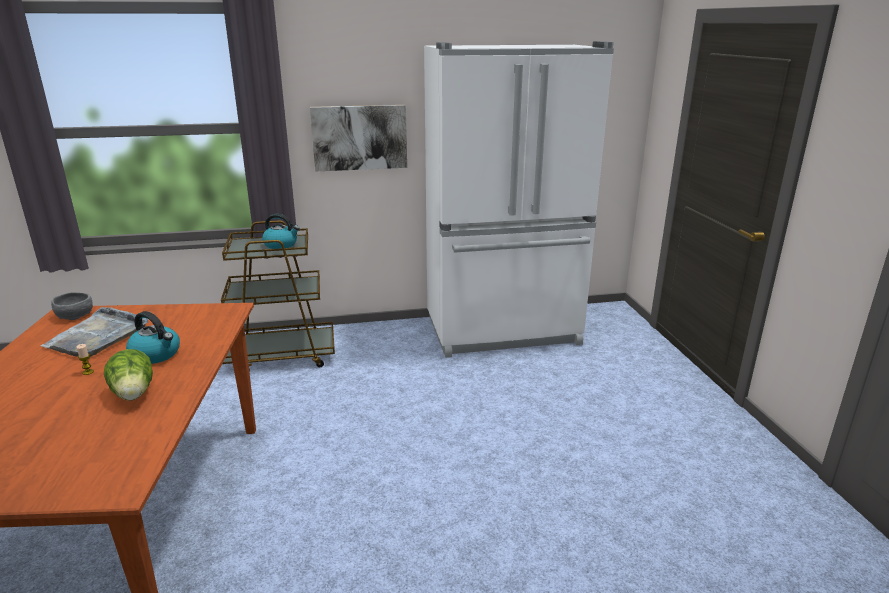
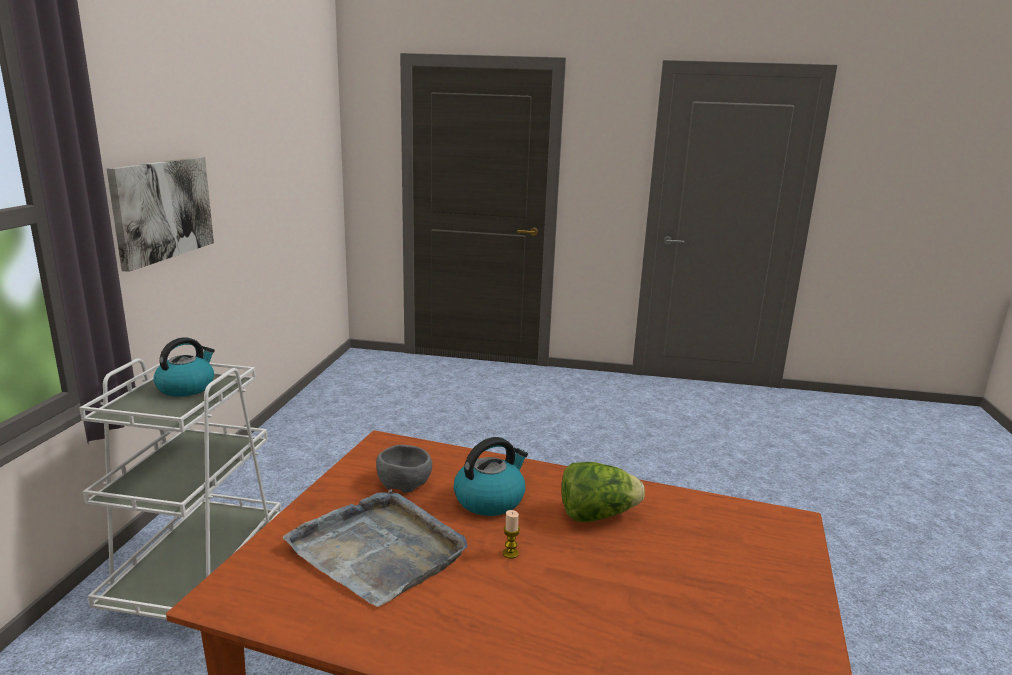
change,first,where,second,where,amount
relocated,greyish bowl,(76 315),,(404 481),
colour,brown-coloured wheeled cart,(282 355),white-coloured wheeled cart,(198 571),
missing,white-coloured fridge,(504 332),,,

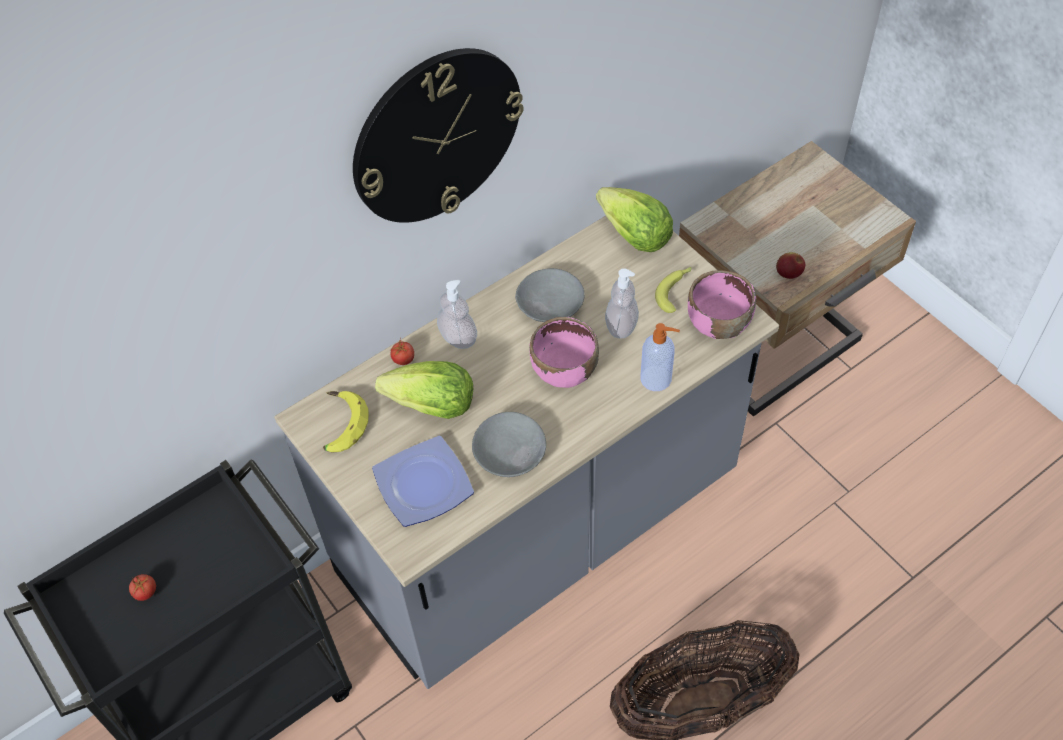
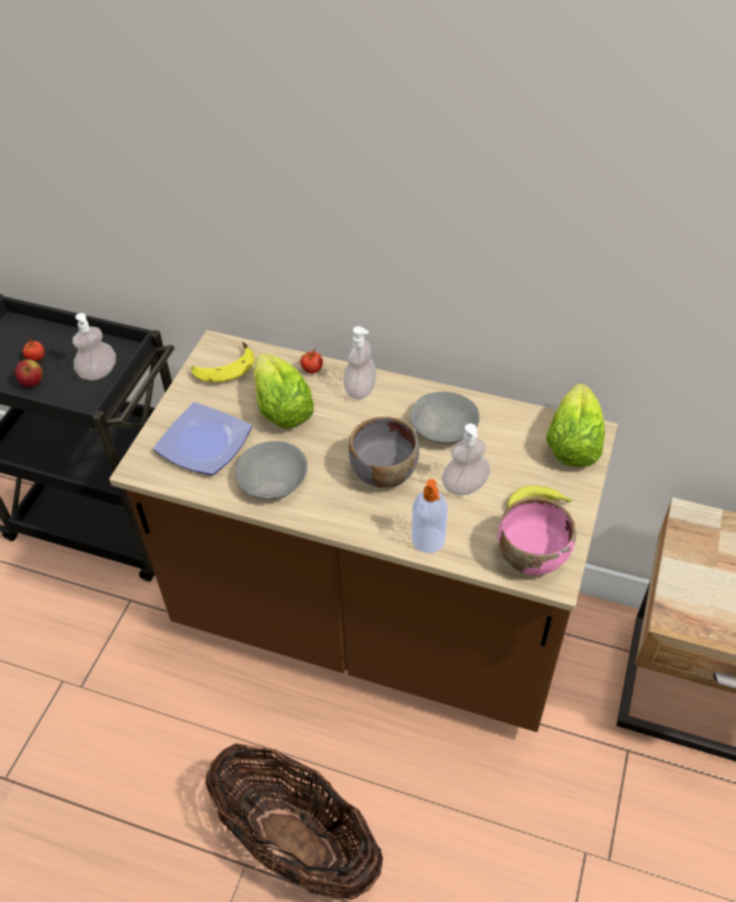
change,first,where,second,where,amount
colour,greyish kitchen base unit,(539 530),brown-coloured kitchen base unit,(372 623),
missing,hanging clock,(436 136),,,
colour,pink-coloured bowl,(564 371),greyish bowl,(383 472),
relocated,whole apple,(788 274),,(32 382),
appeared,,,soap bottle,(98 372),

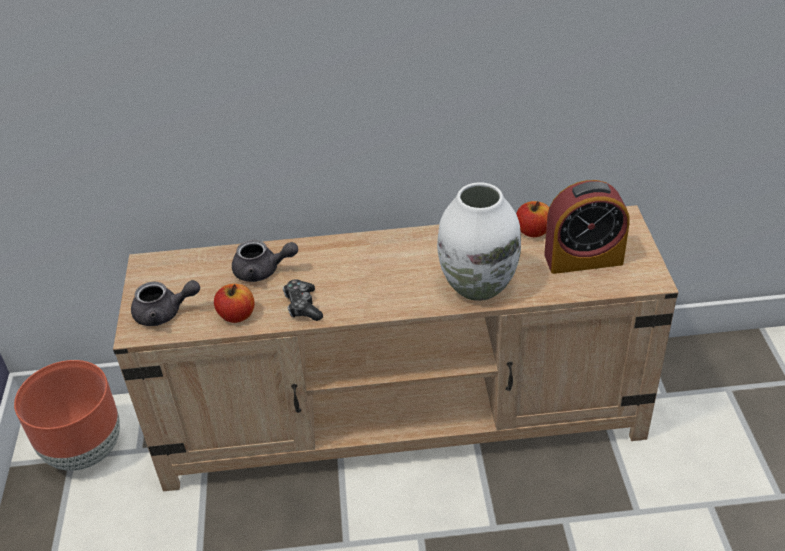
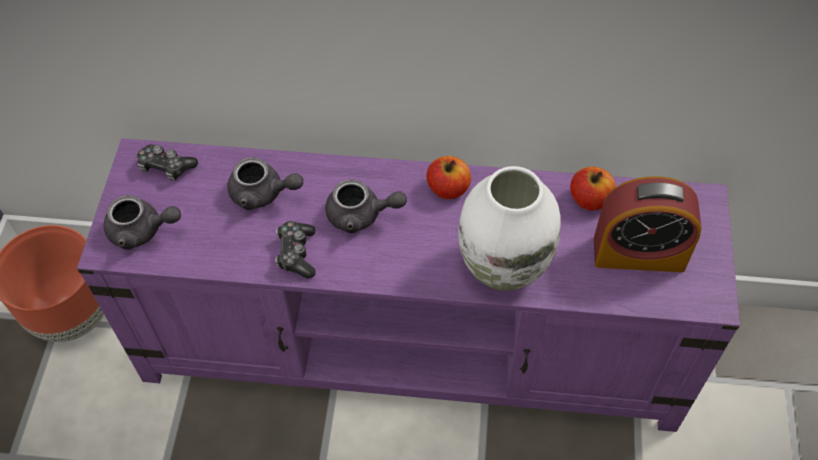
change,first,where,second,where,amount
colour,sand-coloured tv unit,(403 417),purple-coloured tv unit,(413 345),
relocated,whole apple,(237 315),,(448 188),
appeared,,,game controller,(166 167),
appeared,,,greyish teapot,(361 215),

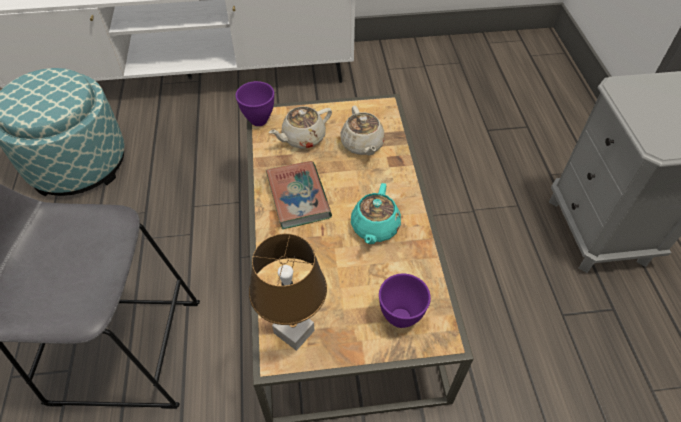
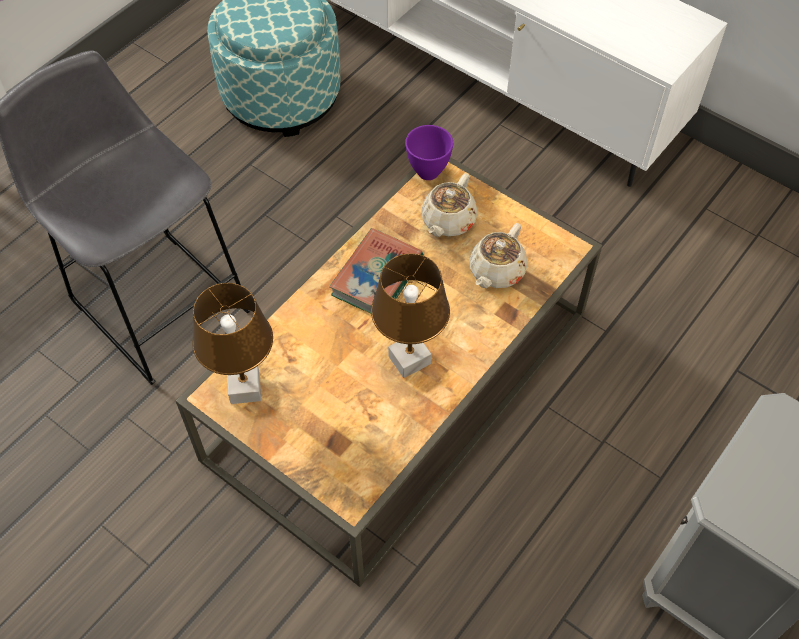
change,first,where,second,where,amount
spun,sand-coloured teapot,(302 138),,(447 221),75 degrees counterclockwise
exchanged,turquoise teapot,(374 227),brown-coloured lamp for a table,(409 359),
missing,purple-coloured bowl,(401 317),,,

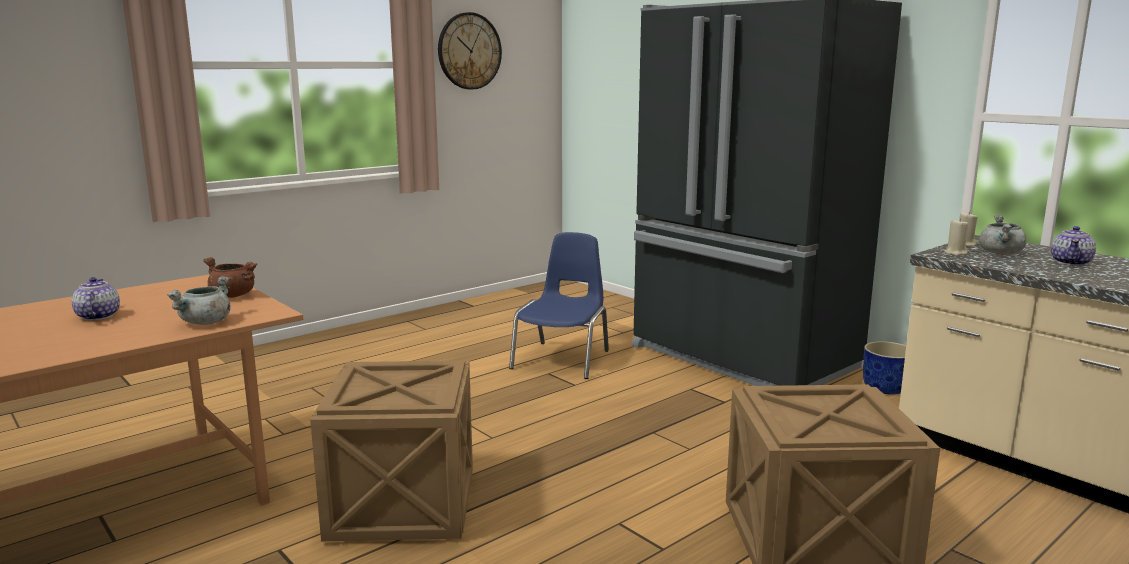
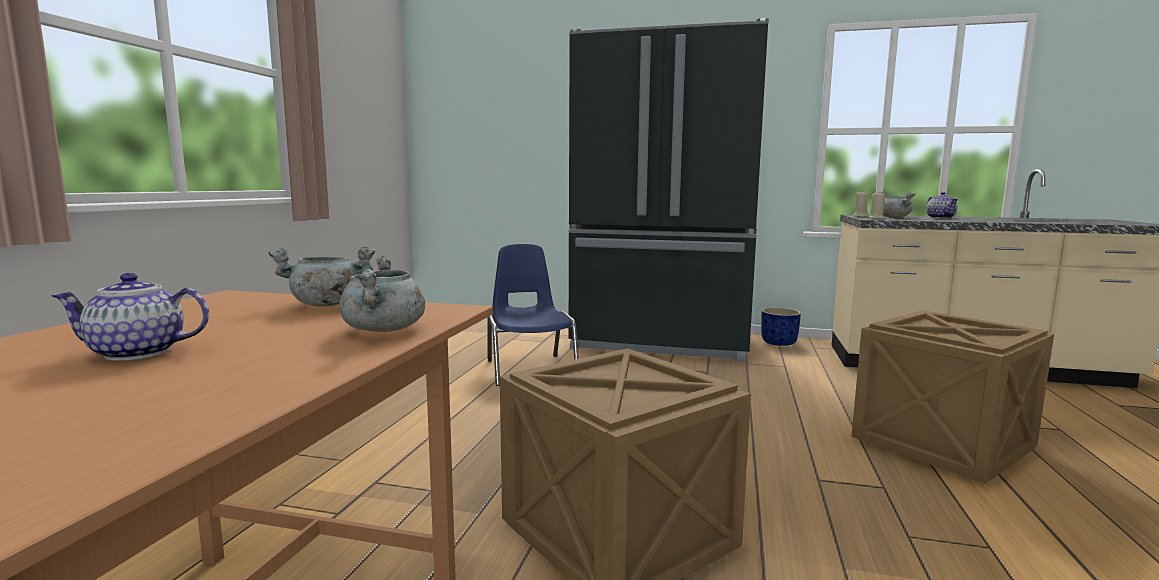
change,first,where,second,where,amount
spun,teapot,(97 316),,(138 353),45 degrees counterclockwise
colour,brown-coloured saucepot,(232 296),greyish saucepot,(326 305),
missing,hanging clock,(469 51),,,

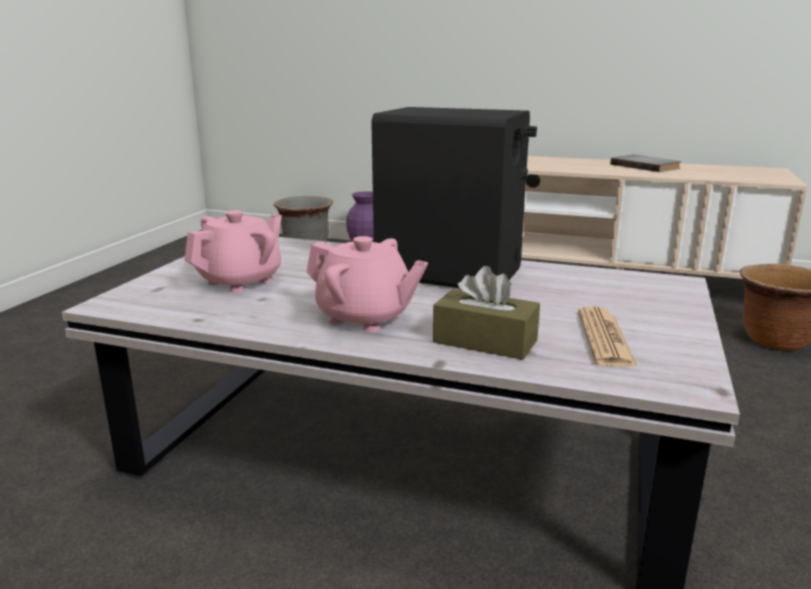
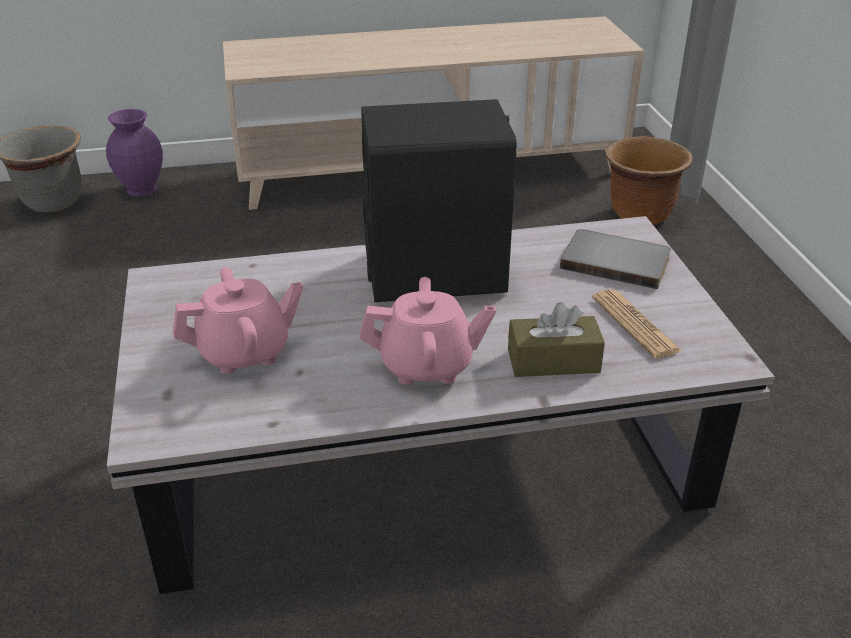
change,first,where,second,where,amount
spun,pink-coloured teapot,(241 281),,(245 352),60 degrees clockwise
relocated,greyish bound book,(646 166),,(616 261),

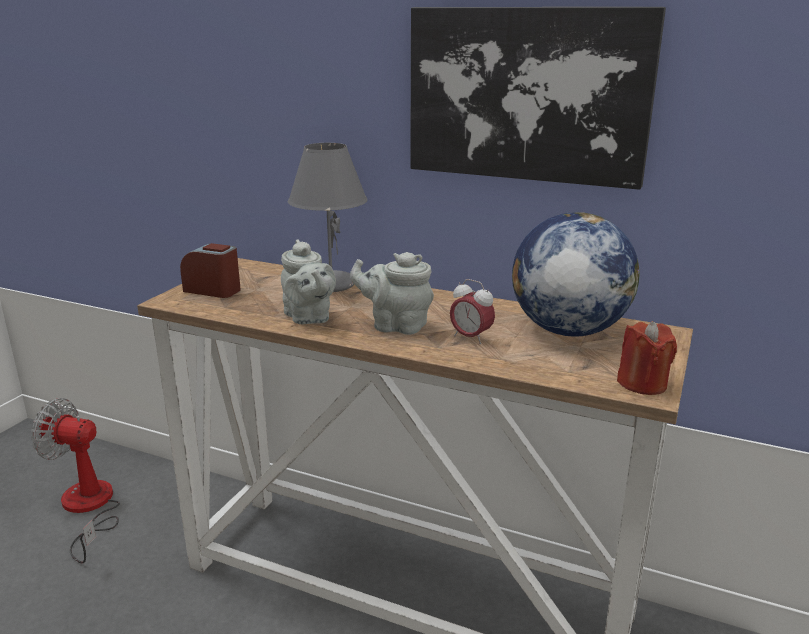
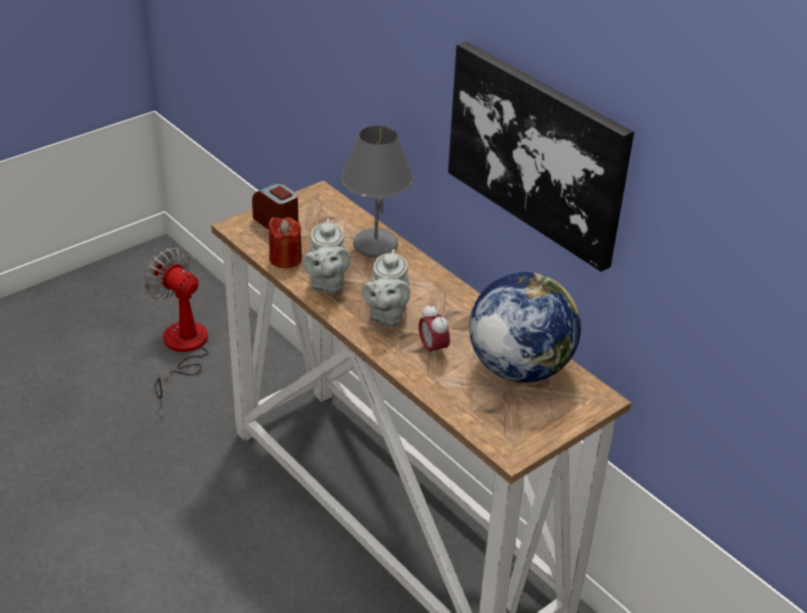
change,first,where,second,where,amount
spun,greyish teapot,(396 325),,(386 315),120 degrees counterclockwise
relocated,red candle,(642 383),,(285 258),

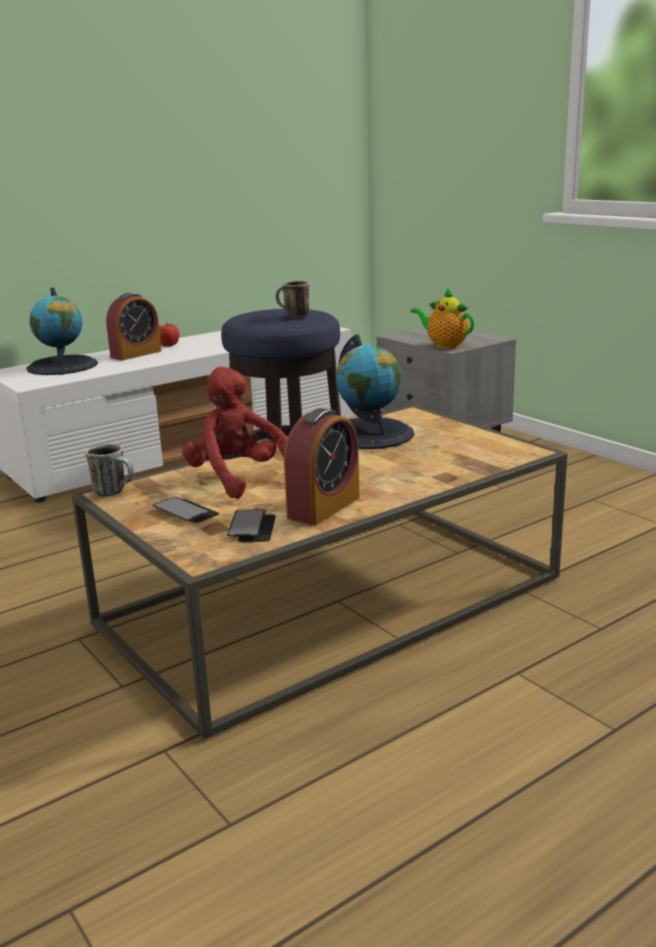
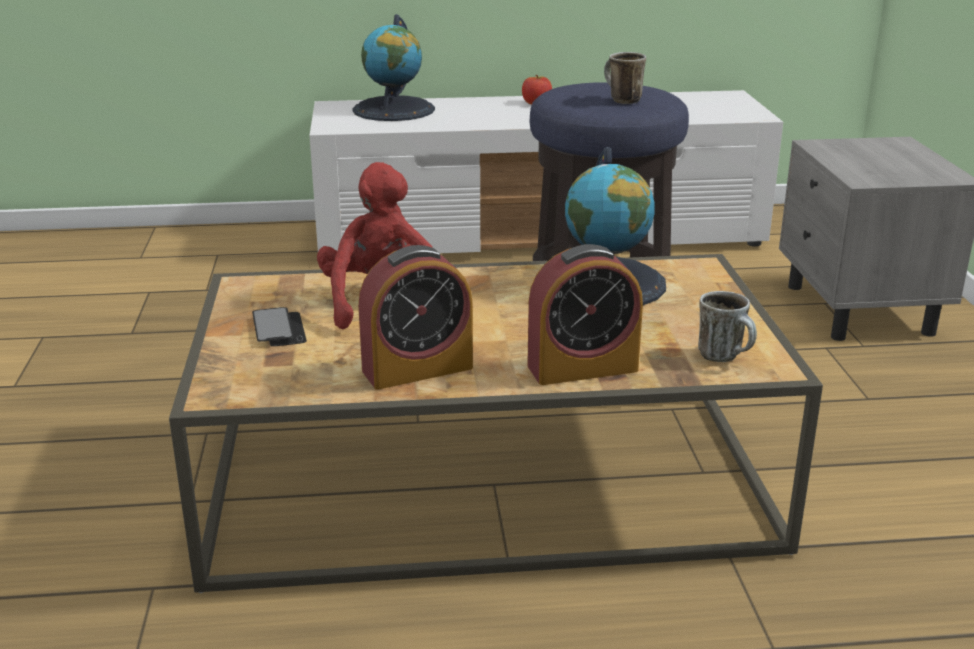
change,first,where,second,where,amount
relocated,mug,(115 492),,(726 357),
relocated,alarm clock,(136 354),,(582 368),
missing,phone,(252 528),,,
missing,teapot,(444 345),,,

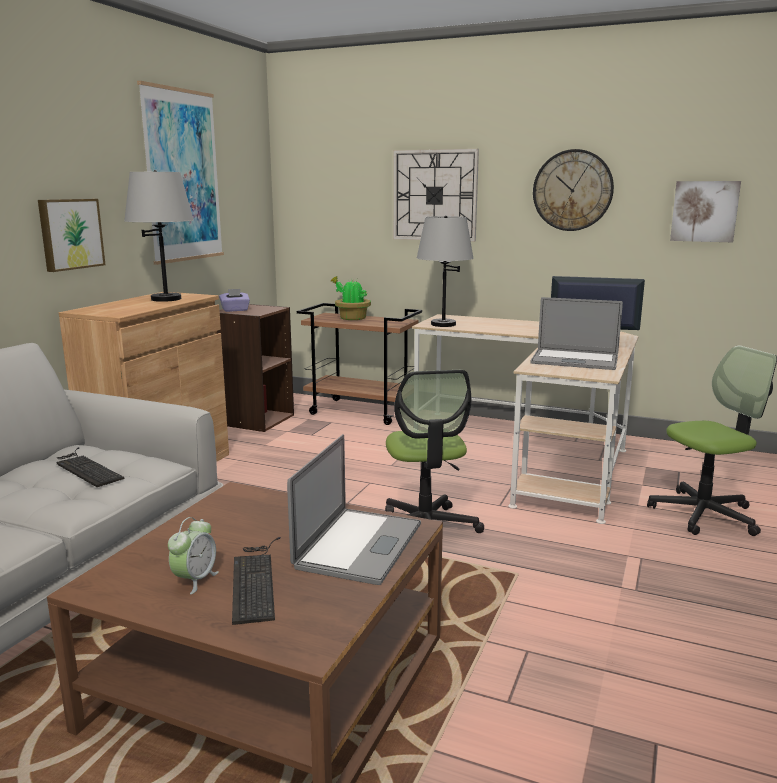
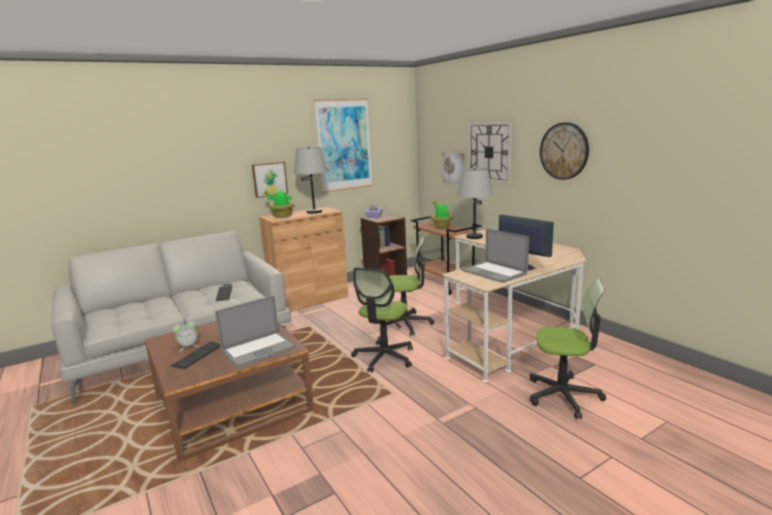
change,first,where,second,where,amount
relocated,picture,(704 211),,(454 168),
appeared,,,plant in a pot,(281 216),
appeared,,,computer chair,(406 324),

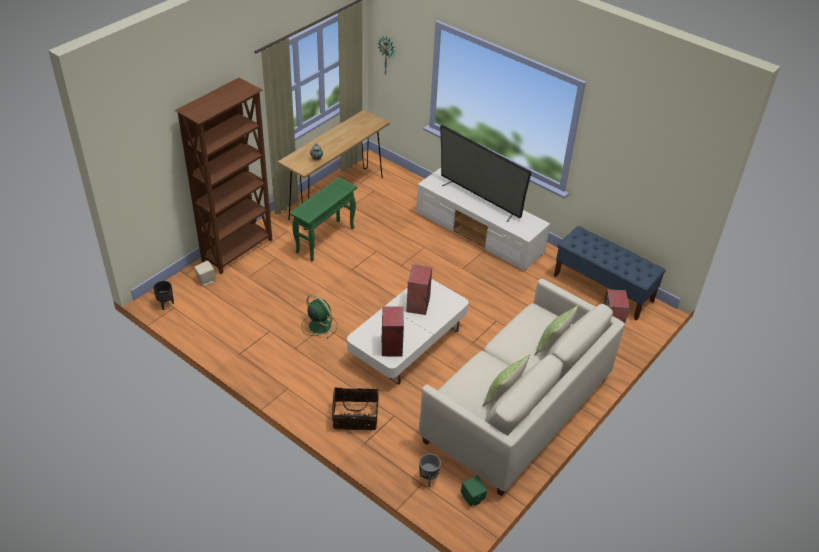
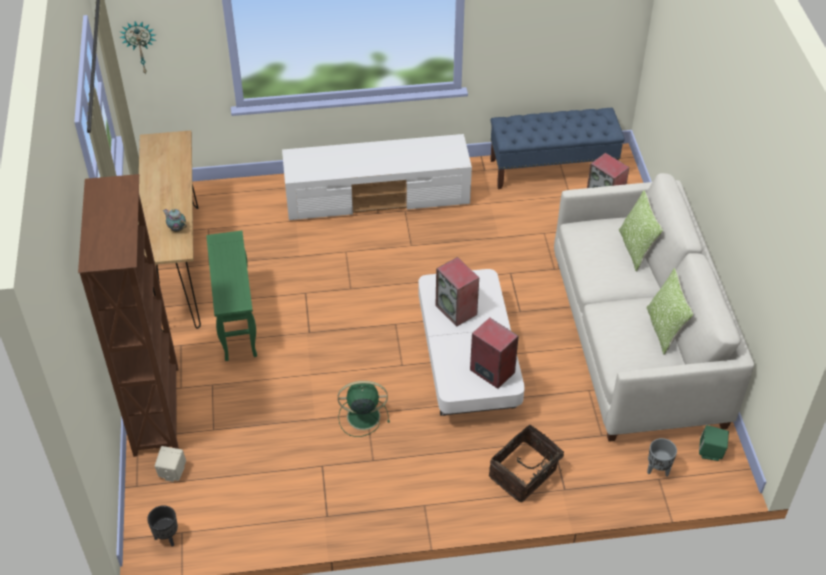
change,first,where,second,where,amount
missing,TV,(480 198),,,

